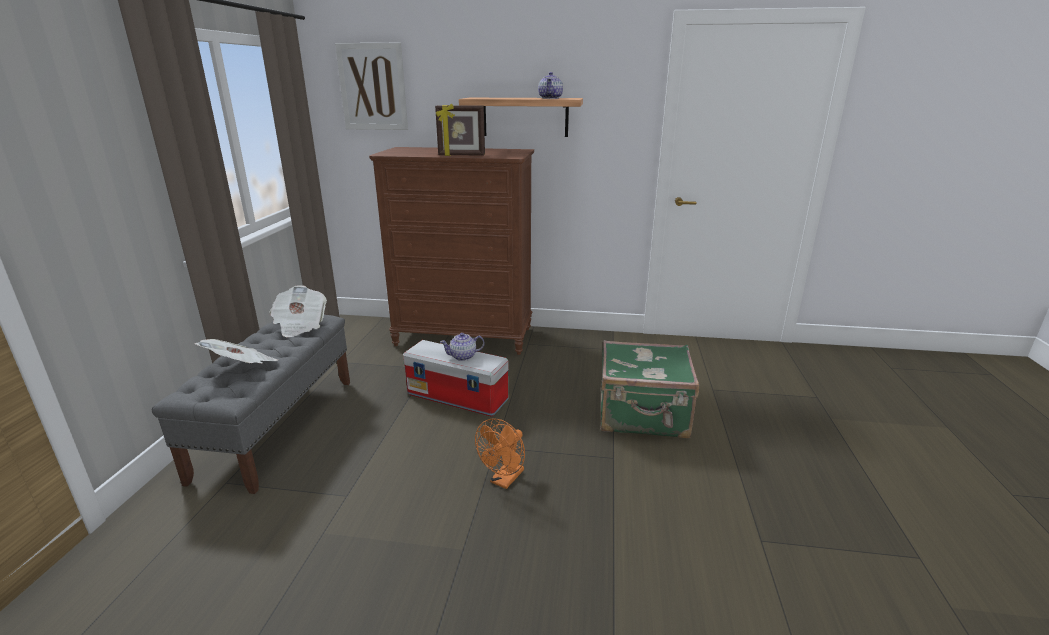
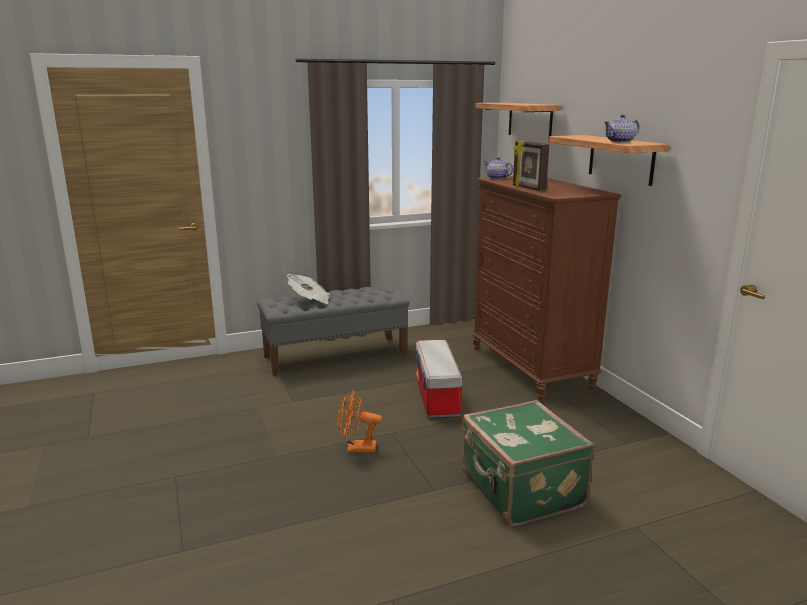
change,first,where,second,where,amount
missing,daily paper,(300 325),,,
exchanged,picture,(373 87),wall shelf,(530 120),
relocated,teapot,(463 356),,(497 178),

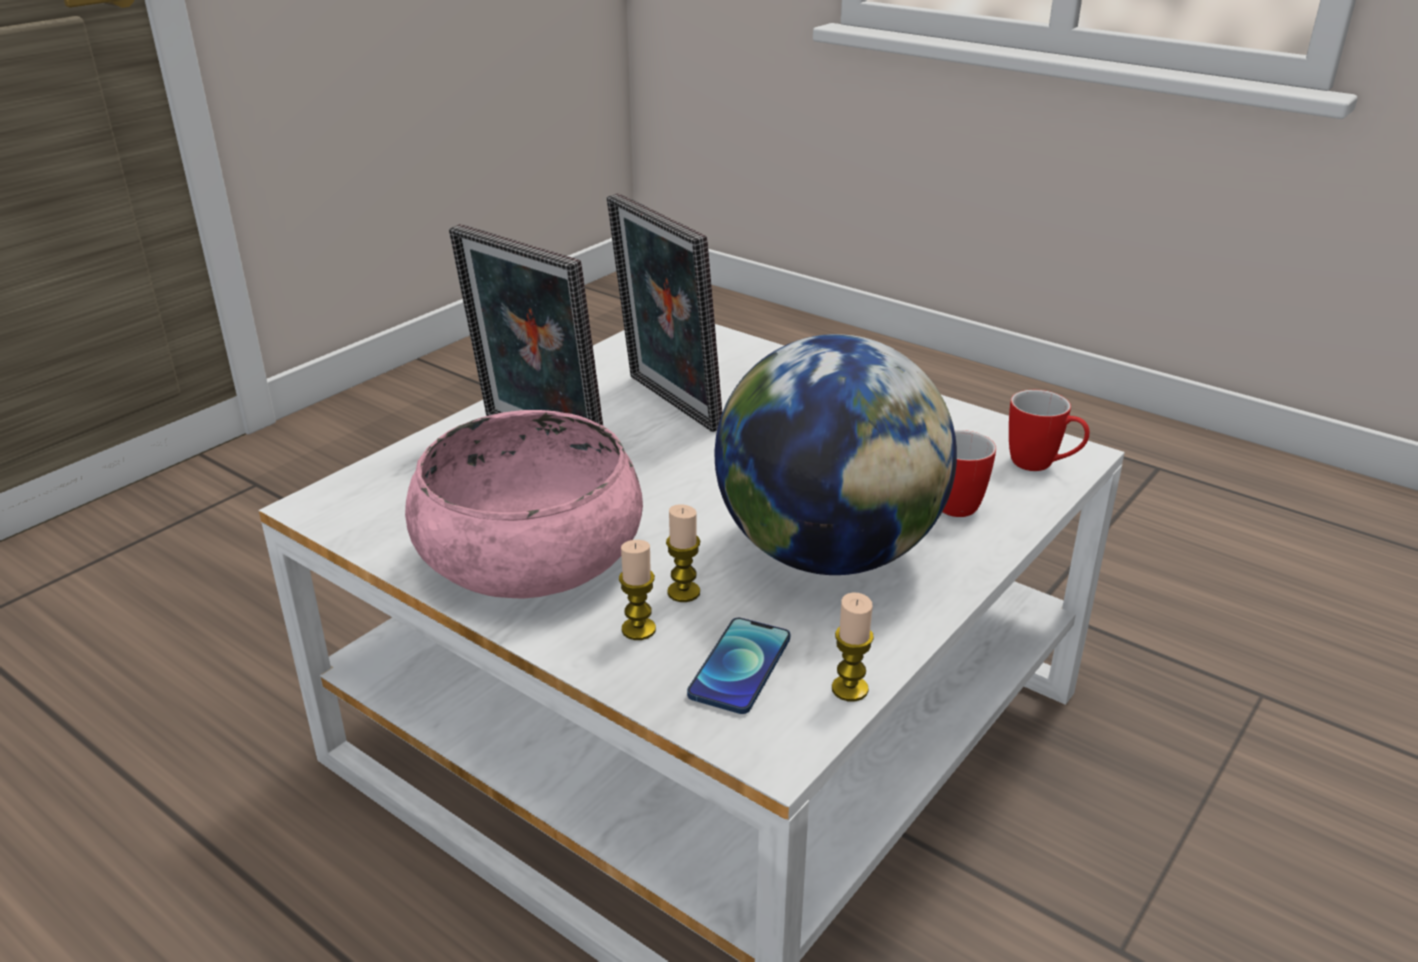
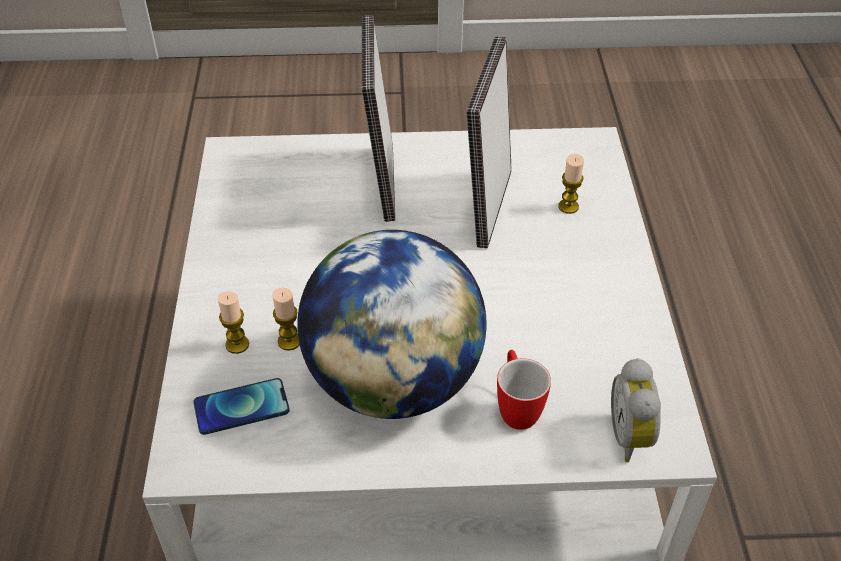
change,first,where,second,where,amount
missing,pink-coloured bowl,(530 554),,,
relocated,candle,(849 689),,(568 206),
exchanged,mug,(1042 466),alarm clock,(632 436),

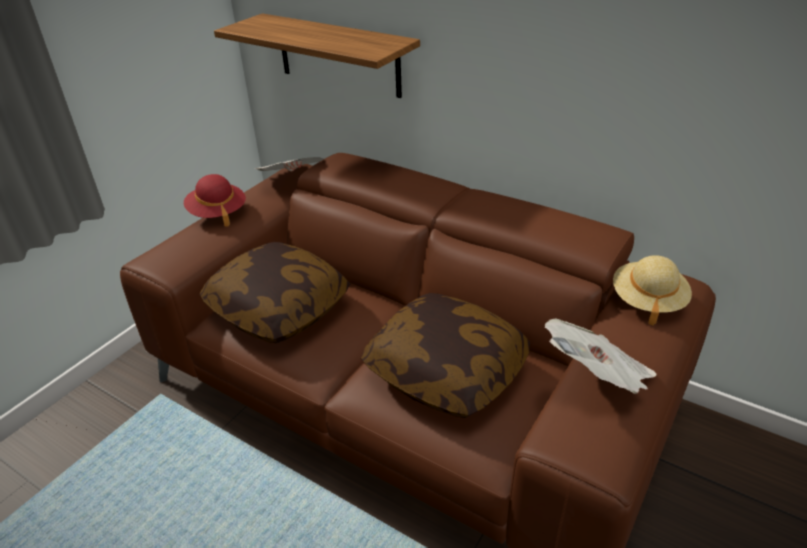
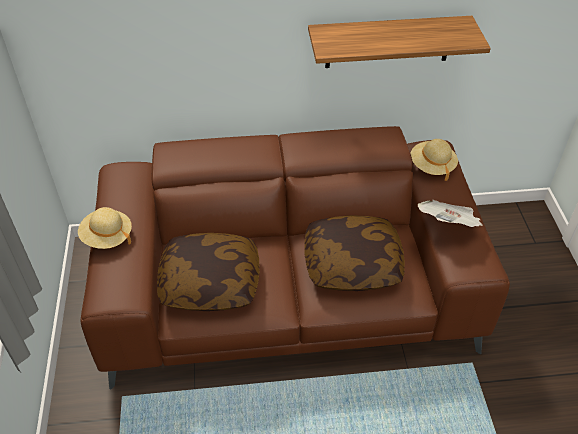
change,first,where,second,where,amount
colour,red wearable hat,(217 213),sand-coloured wearable hat,(107 237),
relocated,wall shelf,(338 55),,(388 42),
missing,daily paper,(293 182),,,

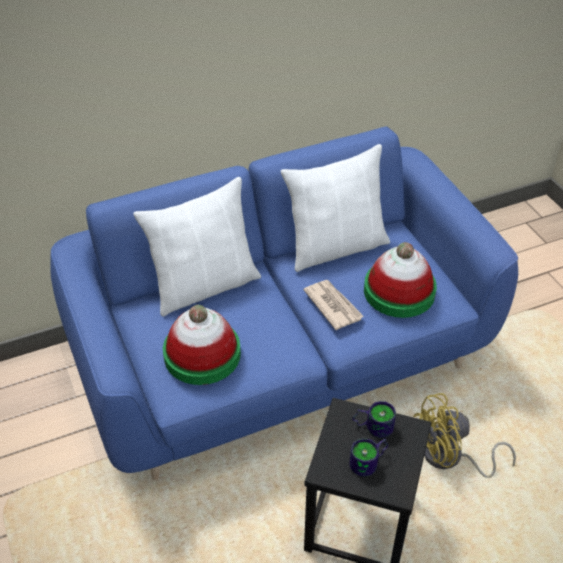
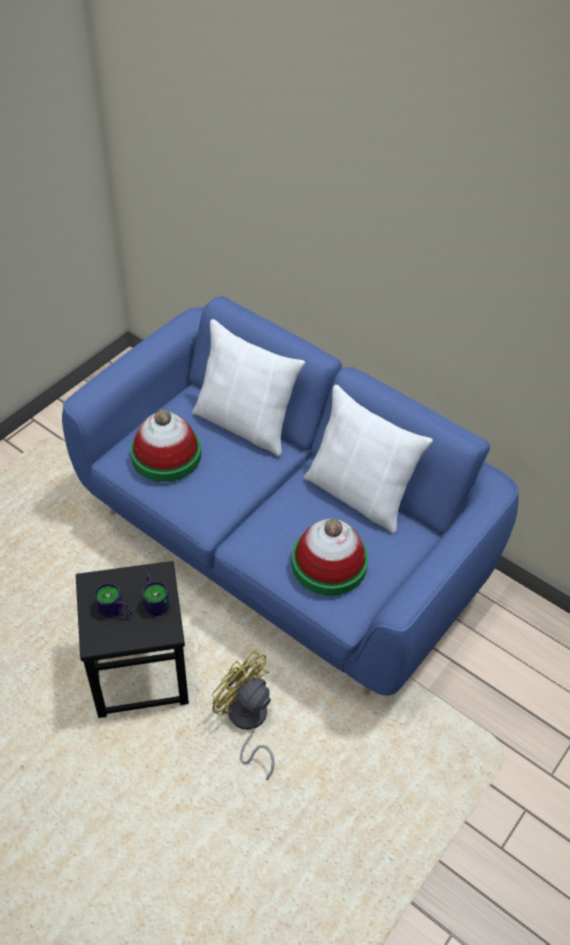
change,first,where,second,where,amount
missing,daily paper,(333 305),,,

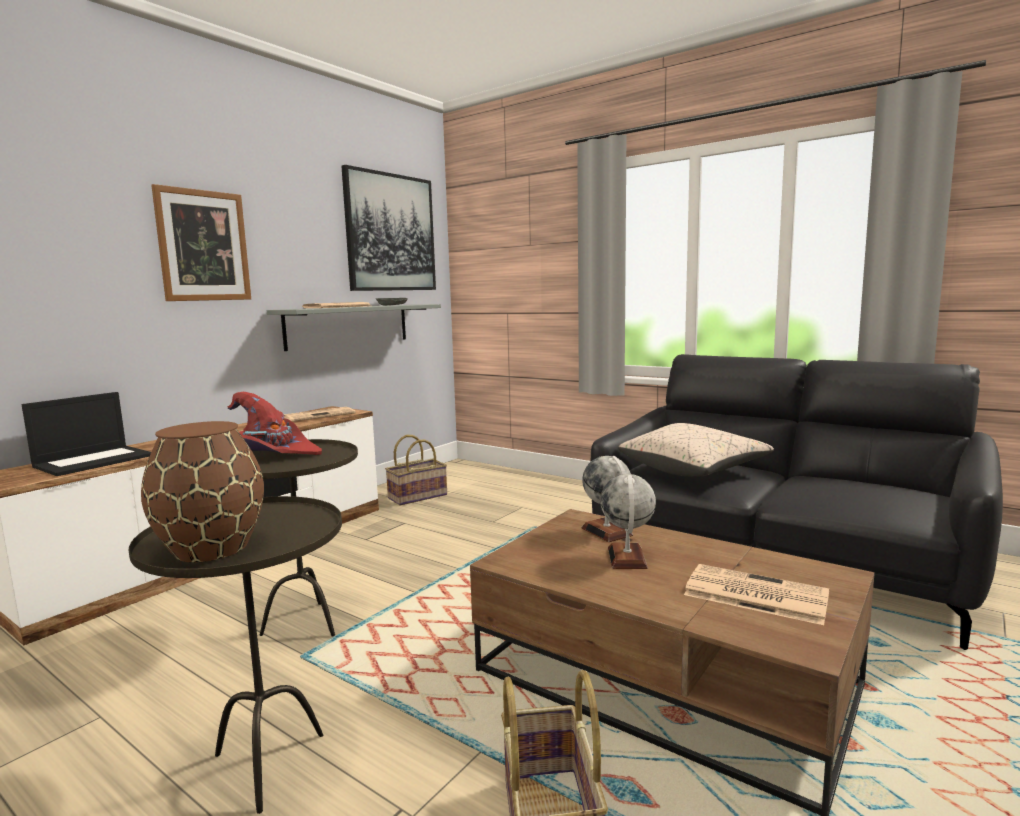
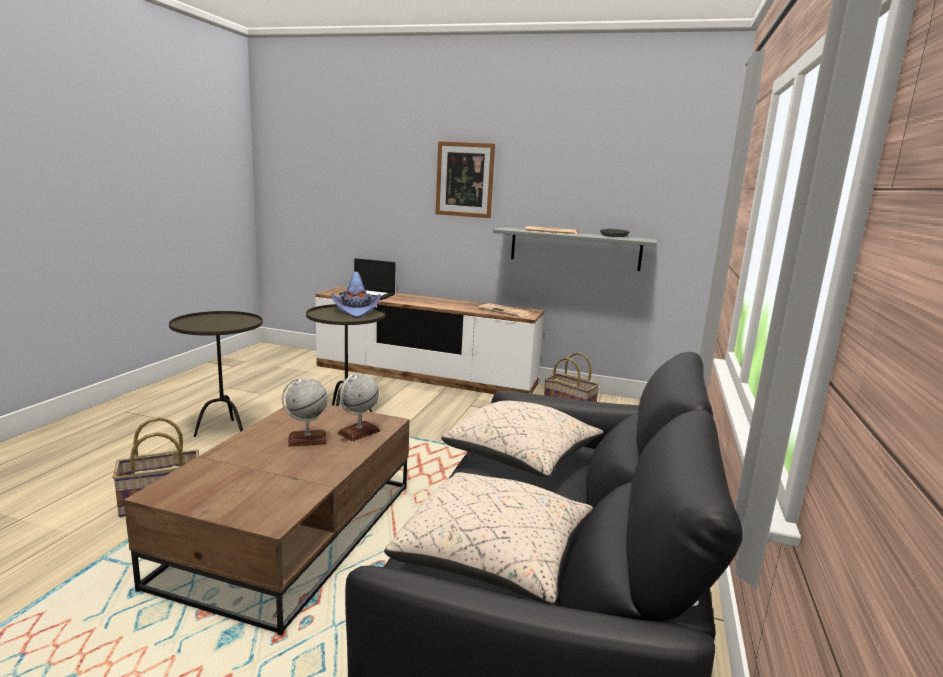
change,first,where,second,where,amount
missing,brown-coloured vase,(212 548),,,
colour,red wearable hat,(271 454),purple-coloured wearable hat,(356 310),
missing,picture,(390 233),,,
missing,daily paper,(753 594),,,
appeared,,,sand-coloured throw pillow,(493 557),

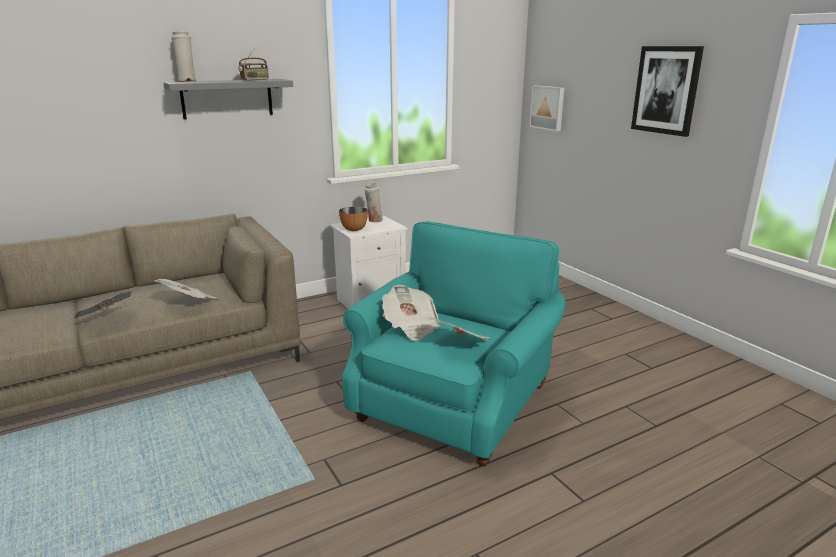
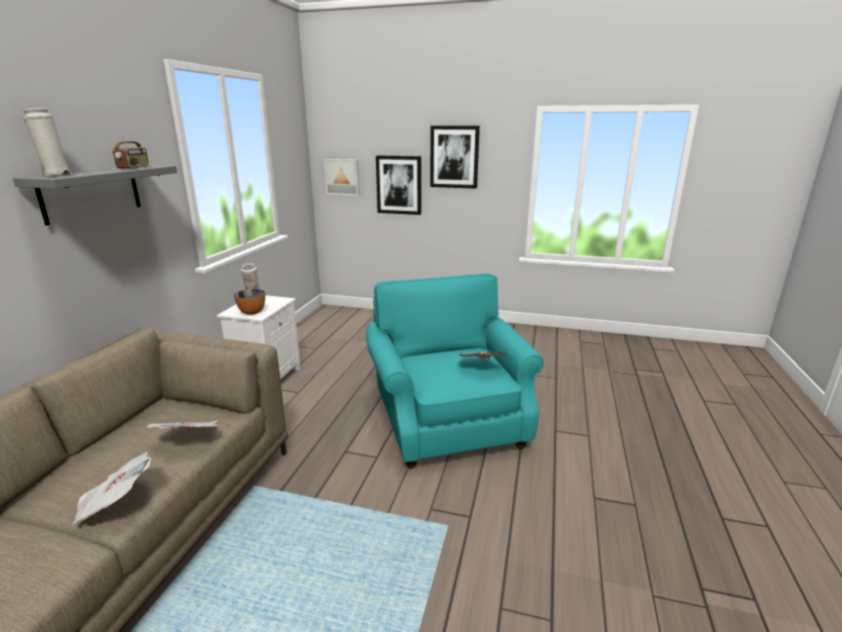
change,first,where,second,where,amount
missing,daily paper,(410 327),,,
appeared,,,picture,(399 185),

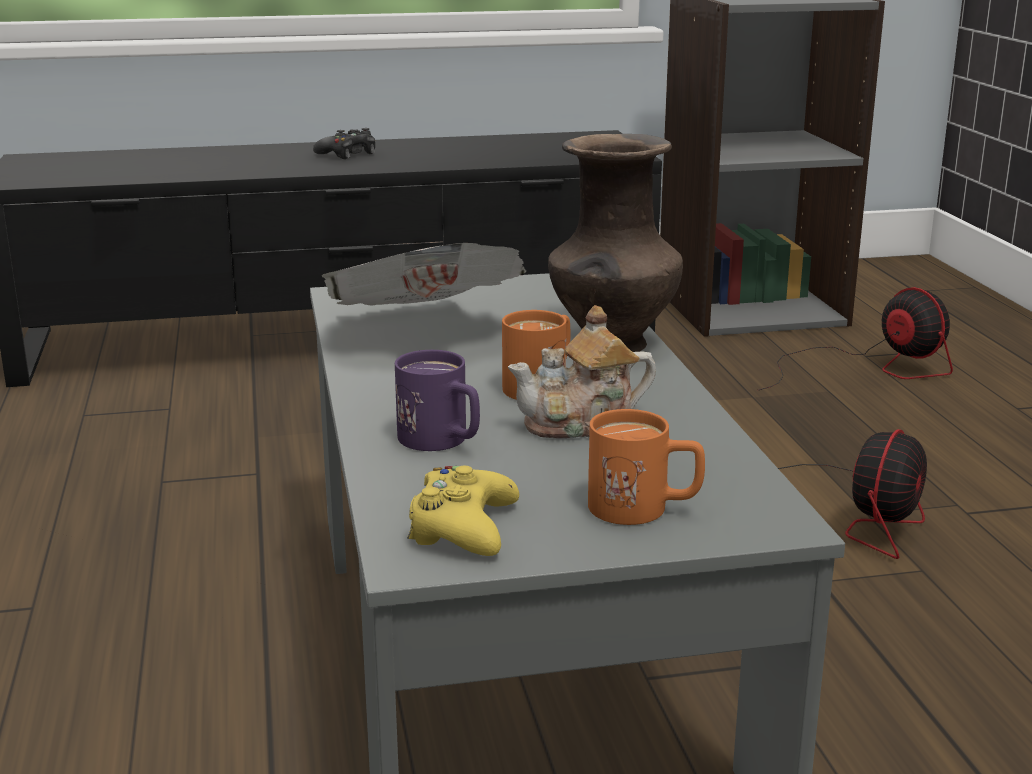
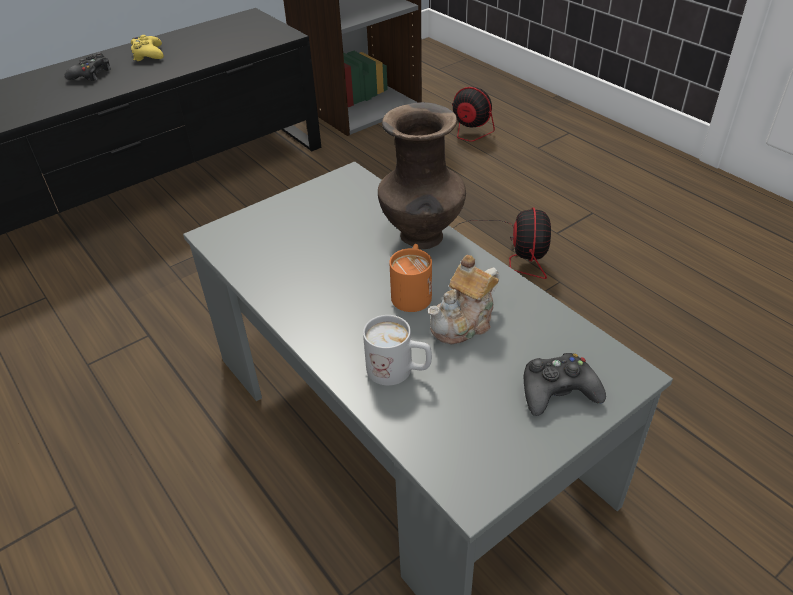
change,first,where,second,where,amount
missing,daily paper,(425 333),,,
colour,purple-coloured mug,(443 442),white-coloured mug,(399 371),
relocated,yellow game controller,(463 528),,(148 55),
exchanged,orange mug,(644 509),black game controller,(558 391),

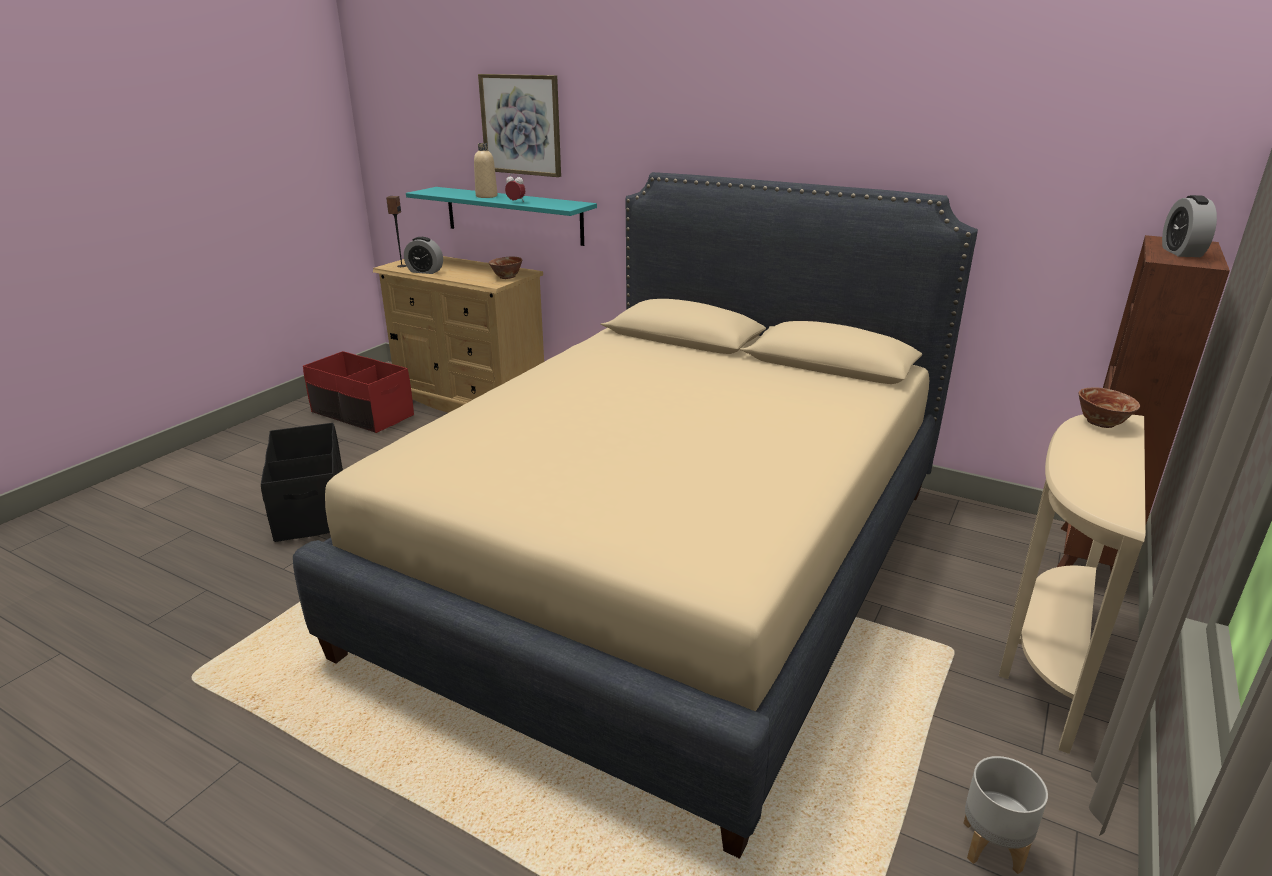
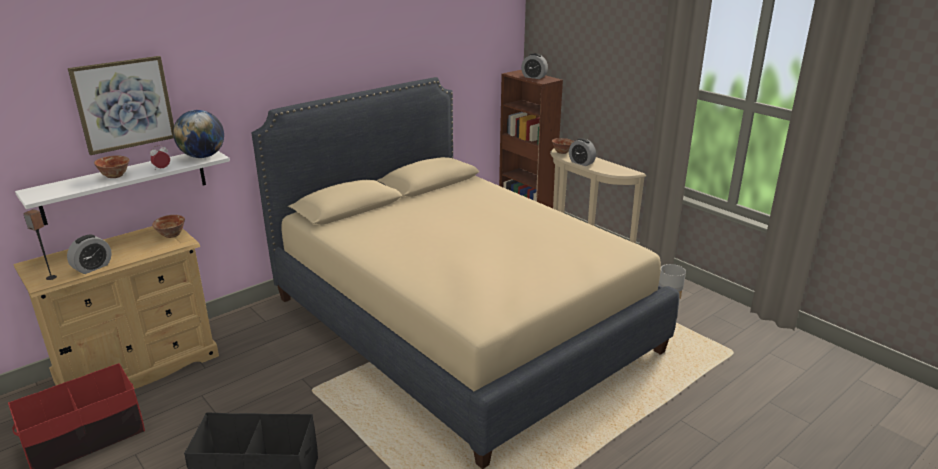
change,first,where,second,where,amount
colour,turquoise wall shelf,(513 215),white-coloured wall shelf,(125 185),
exchanged,sand-coloured drink bottle,(486 196),bowl,(115 176),
appeared,,,globe,(203 156),
appeared,,,alarm clock,(581 163),

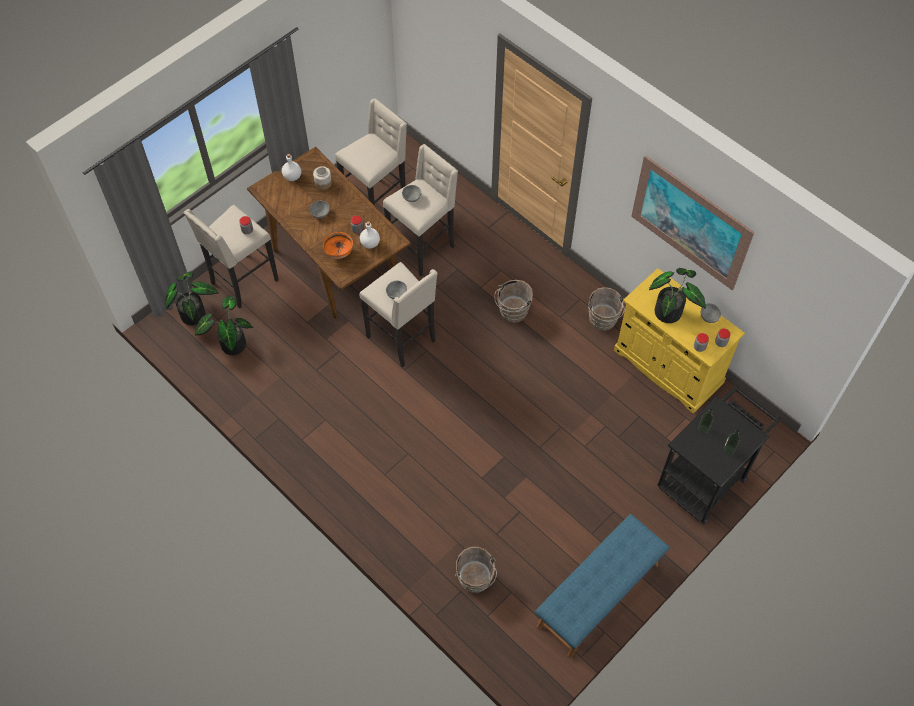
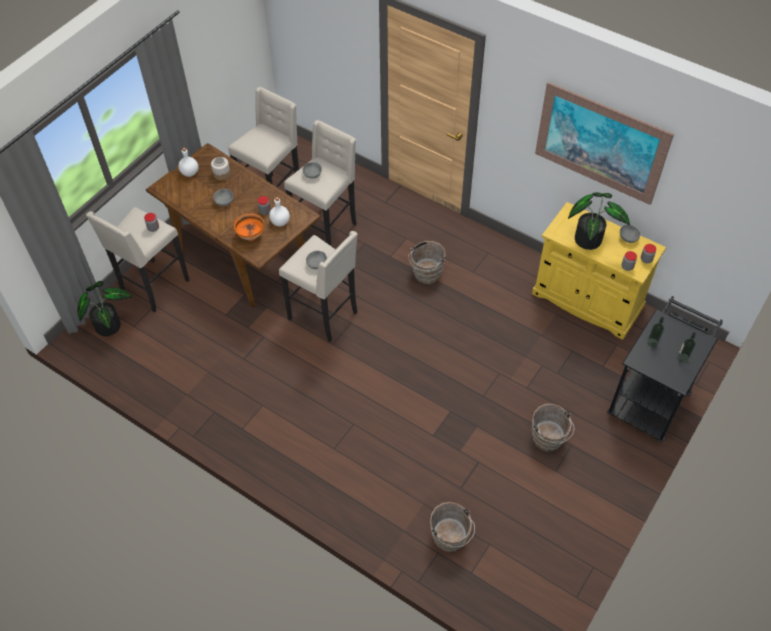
change,first,where,second,where,amount
missing,plant in a pot,(230 343),,,
missing,blue-coloured indoor bench,(598 595),,,
relocated,brown-coloured pail,(603 321),,(548 440),

